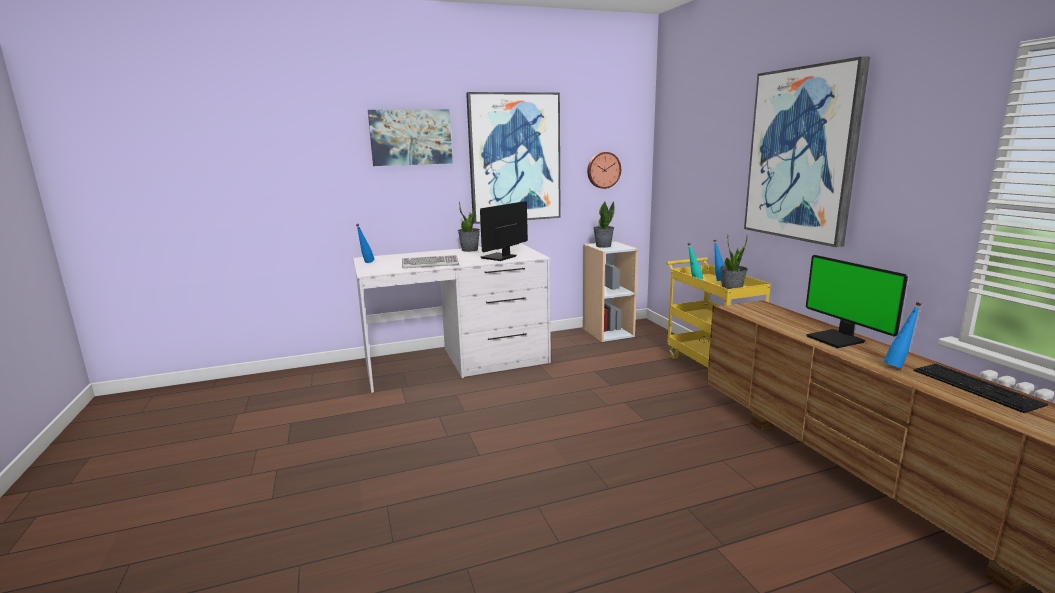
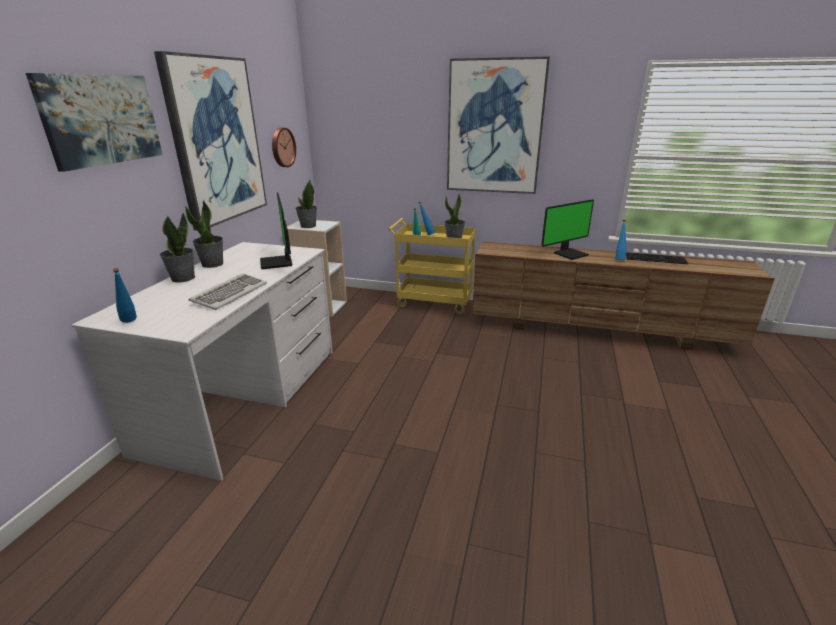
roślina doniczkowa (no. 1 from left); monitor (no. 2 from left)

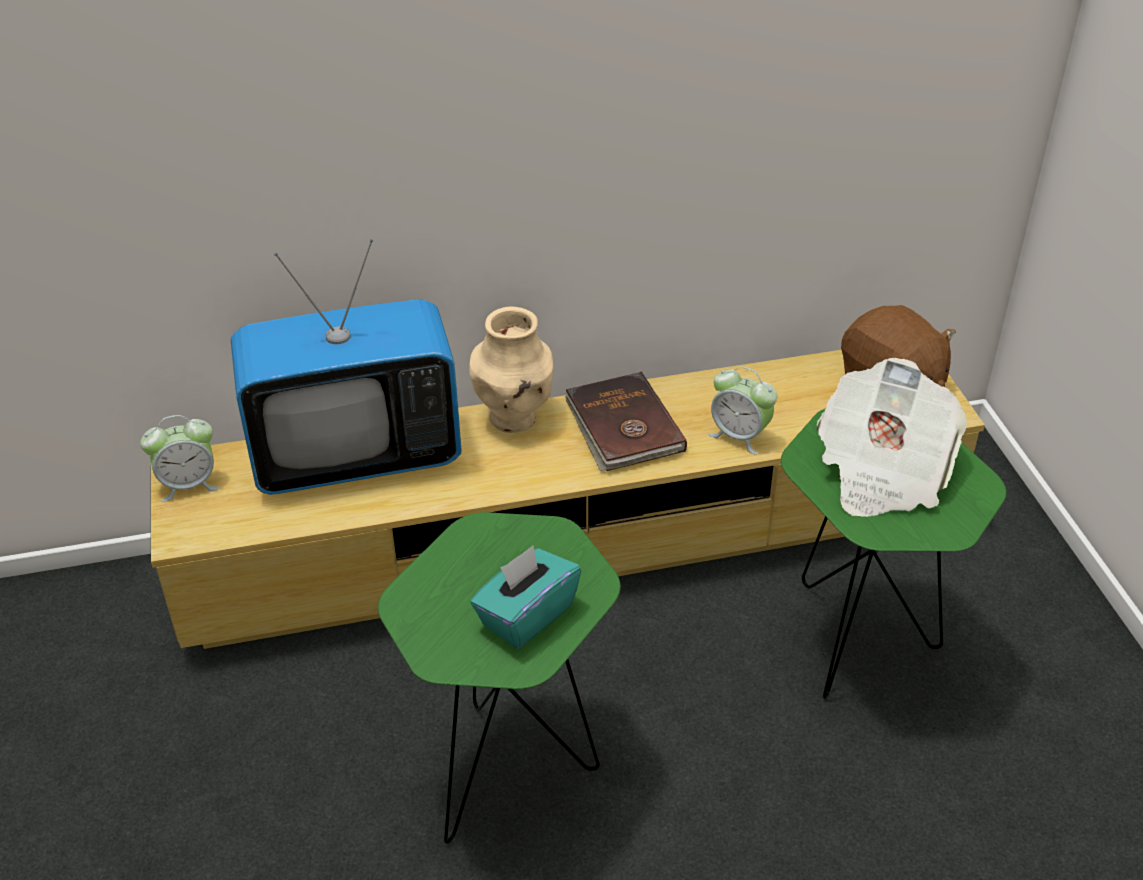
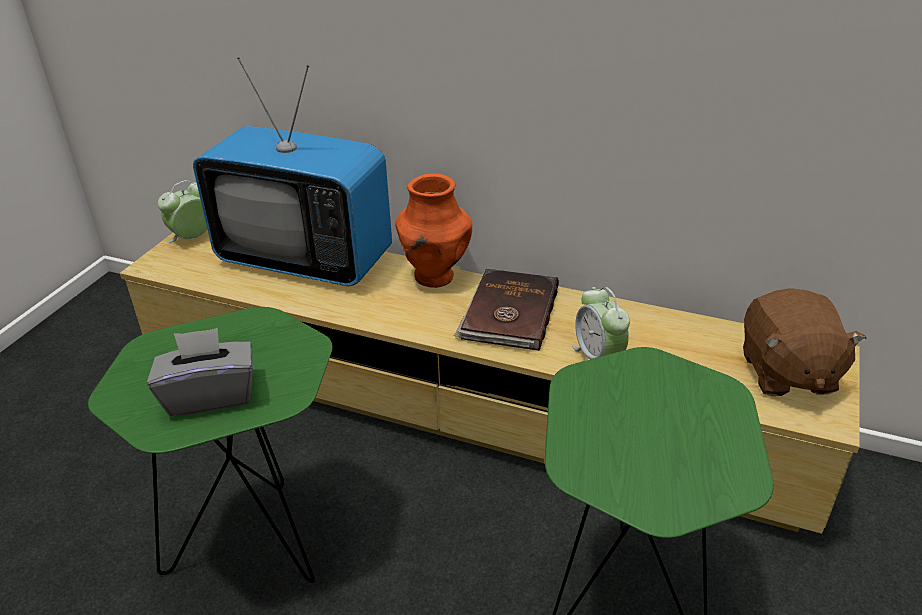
pudełko chusteczek/szary; budzik (no. 1 from left); wazon/pomarańczowy; gazeta

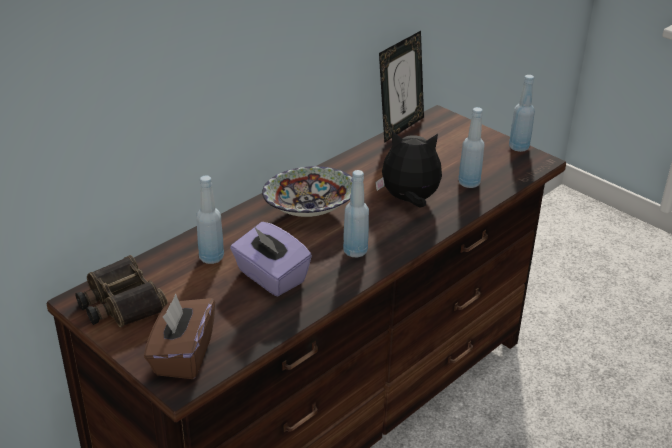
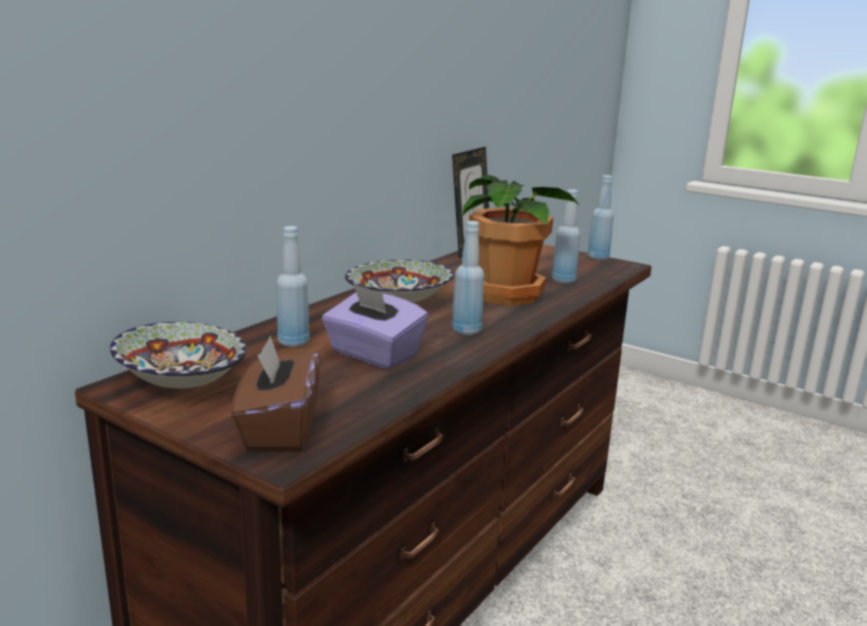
miska (no. 1 from left); roślina doniczkowa

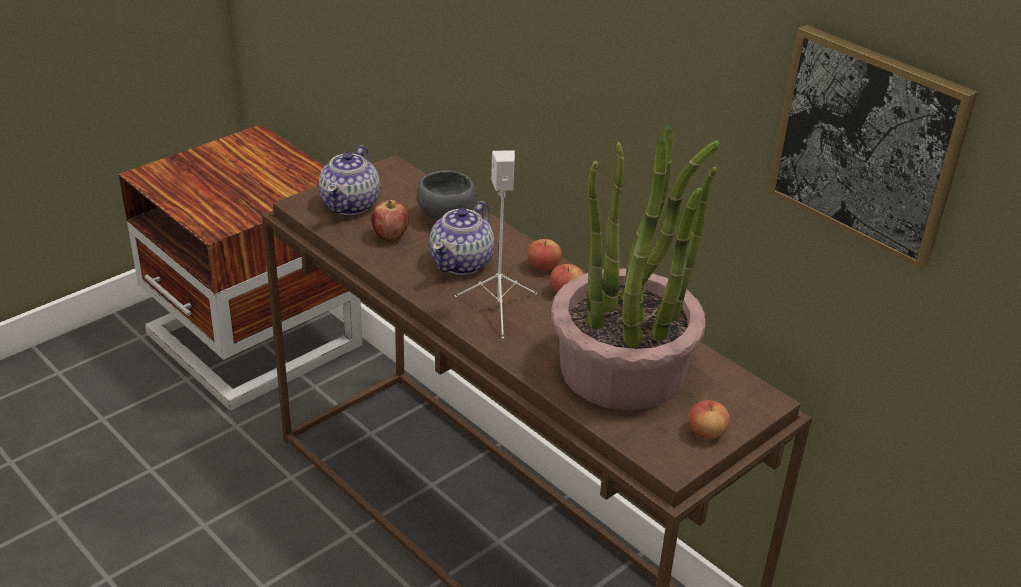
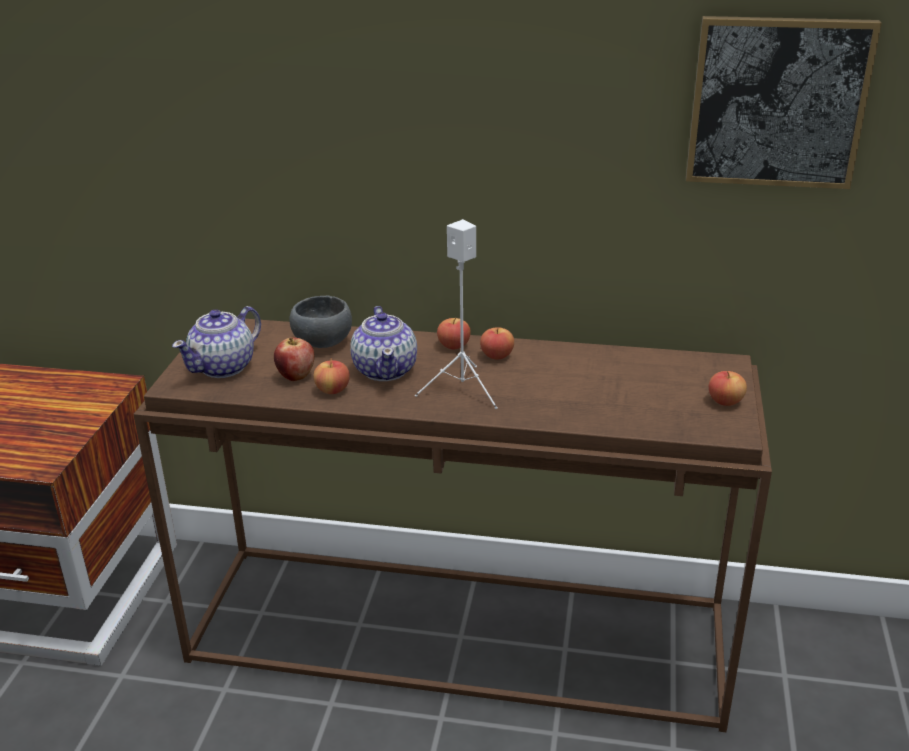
imbryk (no. 1 from left); jabłko (no. 2 from left); roślina doniczkowa

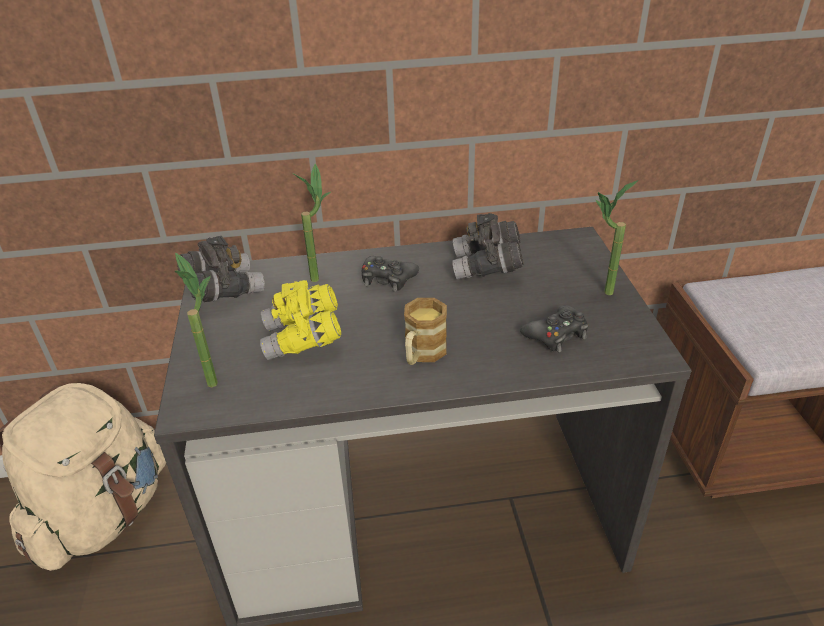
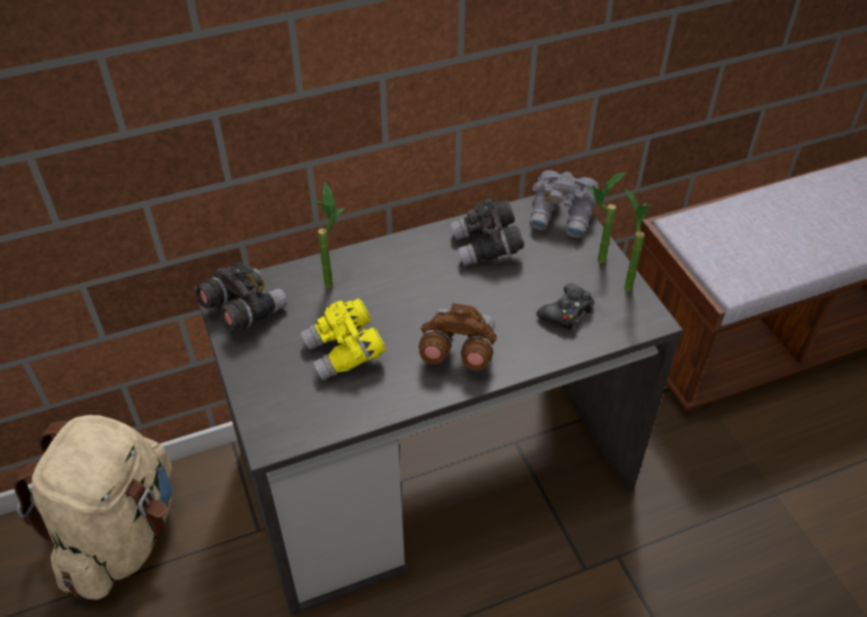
lornetka/brązowy; lornetka/szary (no. 3 from left); roślina doniczkowa (no. 3 from left); pad do gier/czarny (no. 1 from left in the first image)

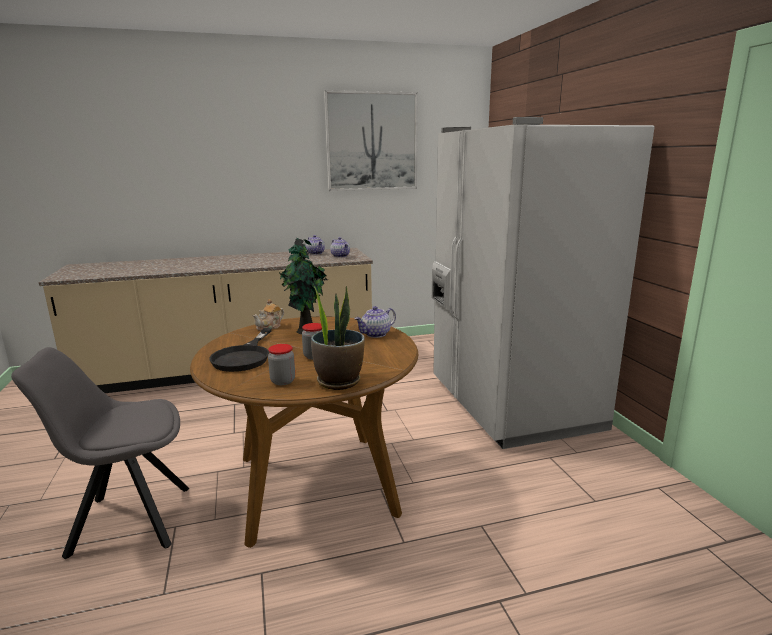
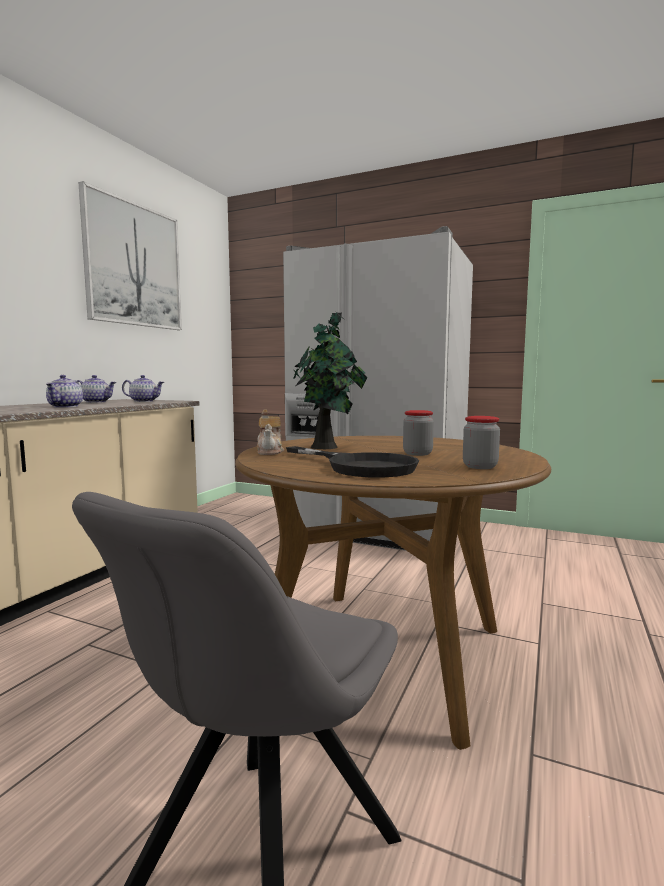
imbryk (no. 1 from left); roślina doniczkowa (no. 2 from left in the first image)

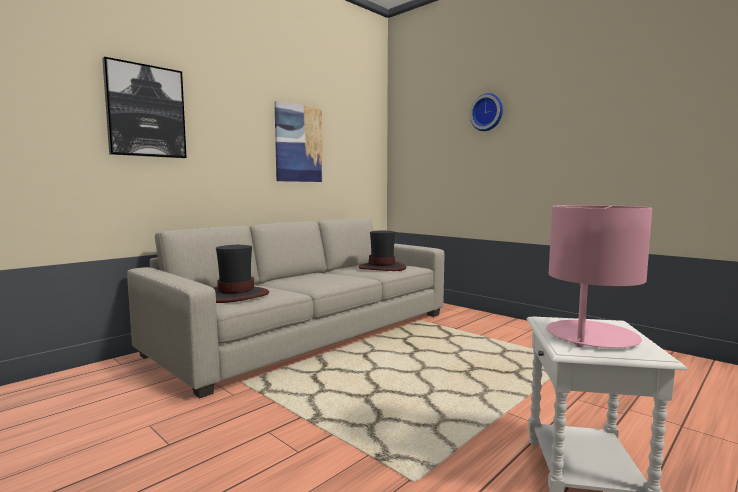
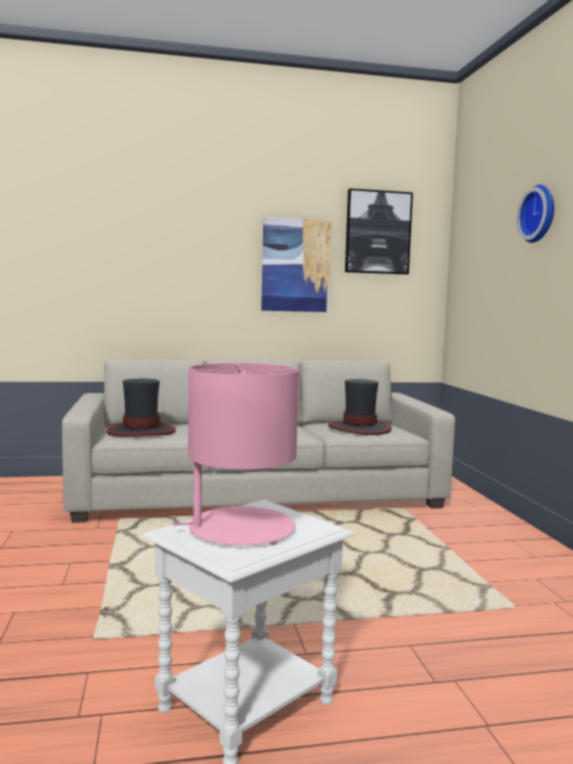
obraz (no. 2 from left)

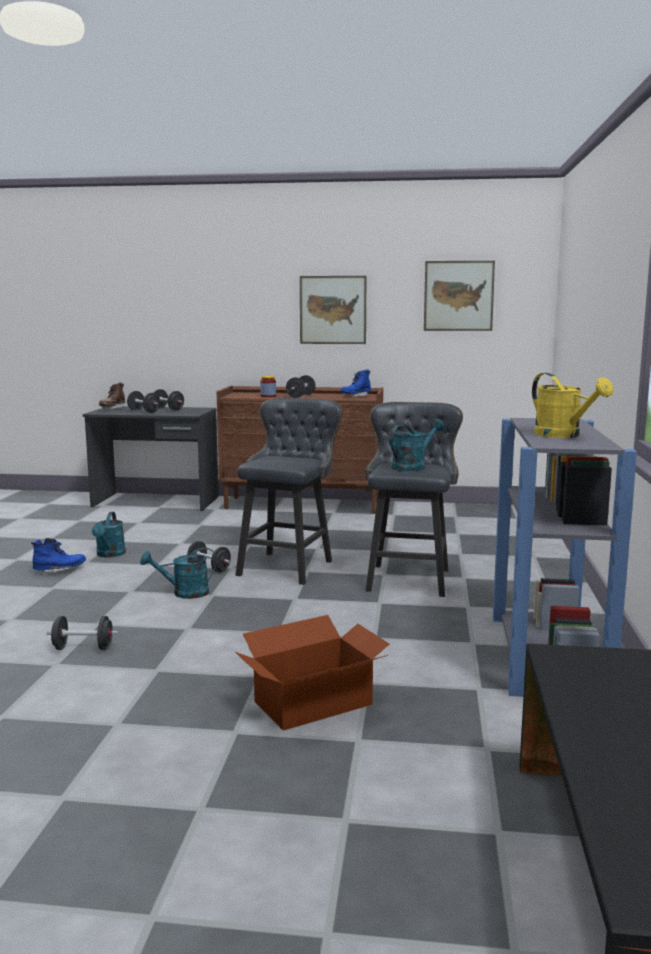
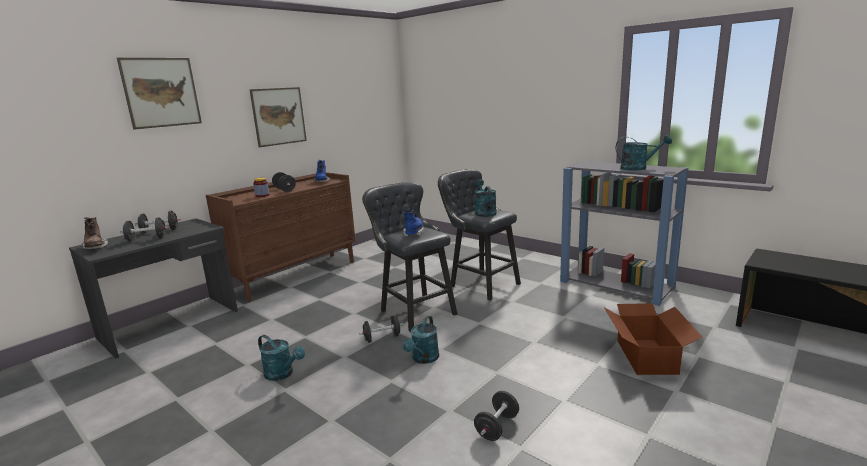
obraz (no. 1 from left); but z cholewką/niebieski (no. 2 from left); konewka/turkusowy (no. 4 from left)

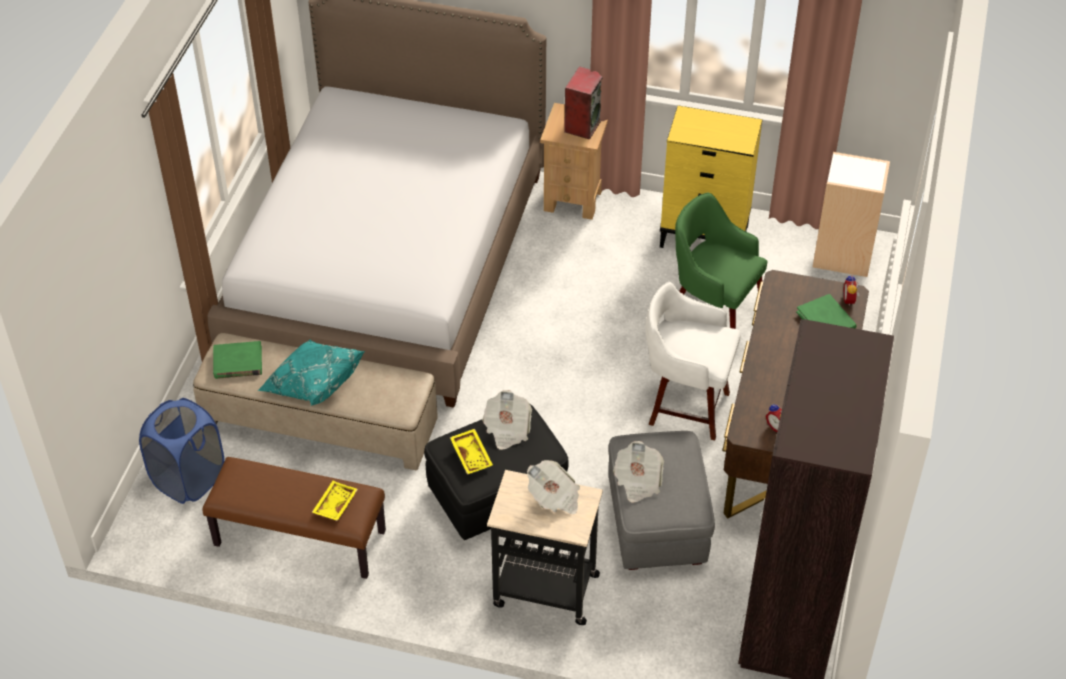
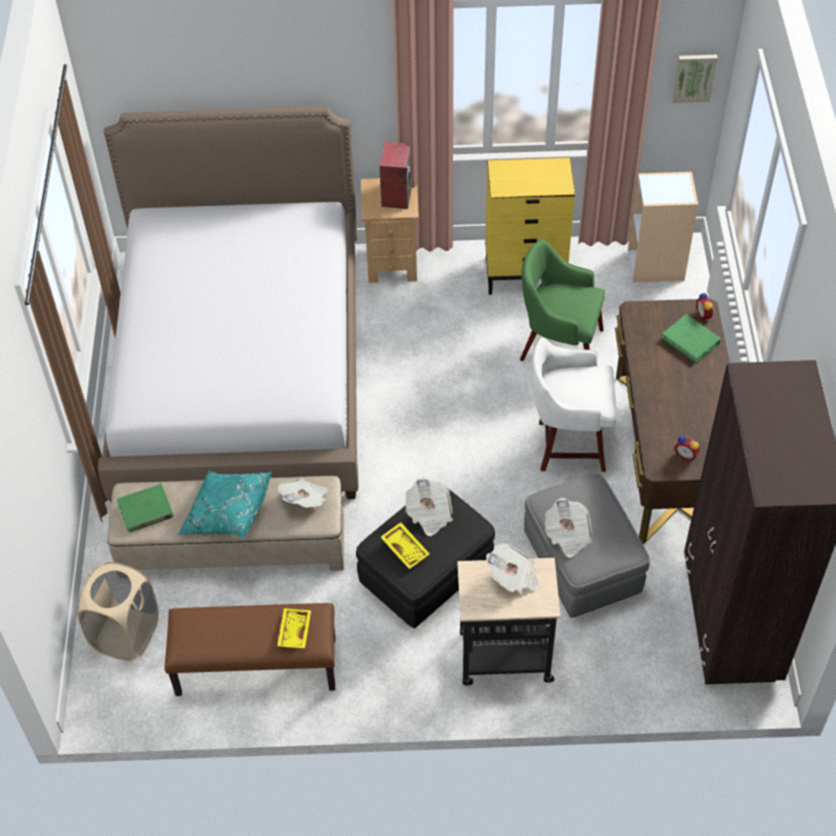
kosz na pranie/beżowy; gazeta (no. 1 from left); obraz

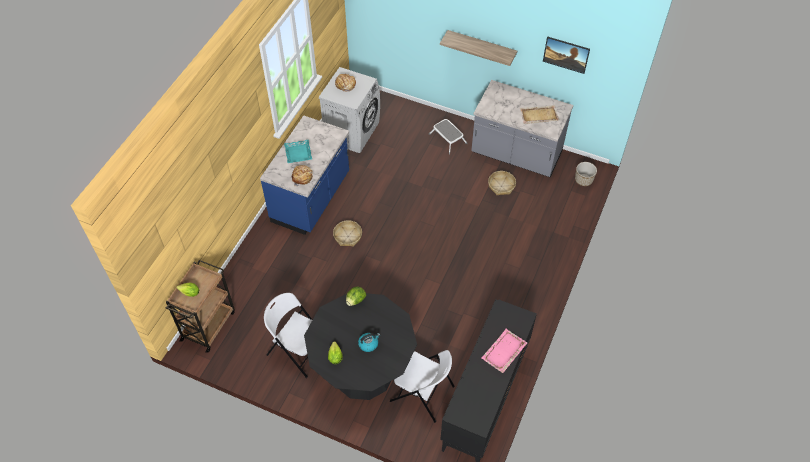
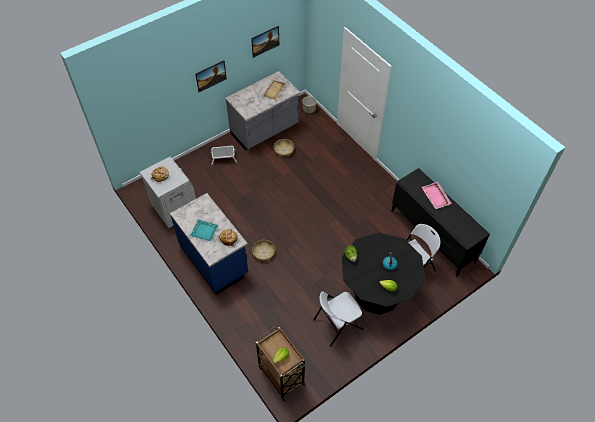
obraz (no. 1 from left)

